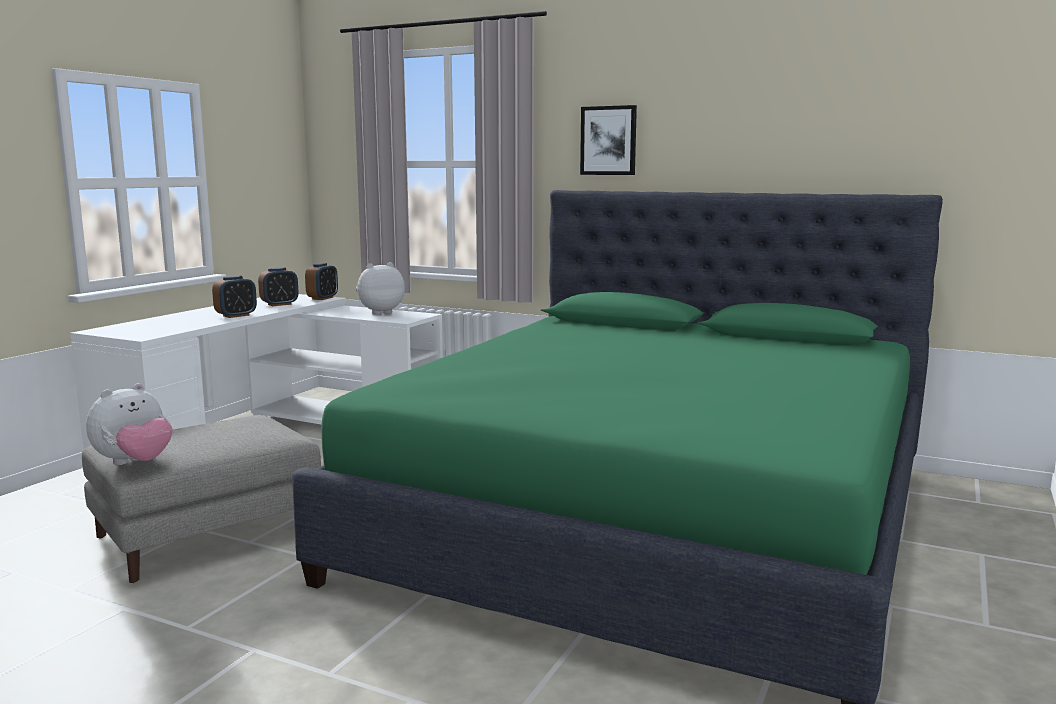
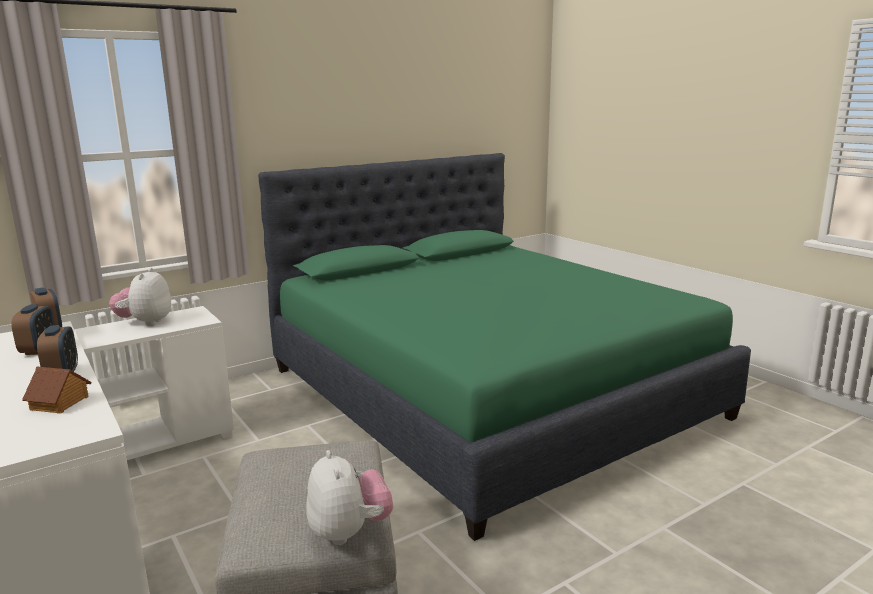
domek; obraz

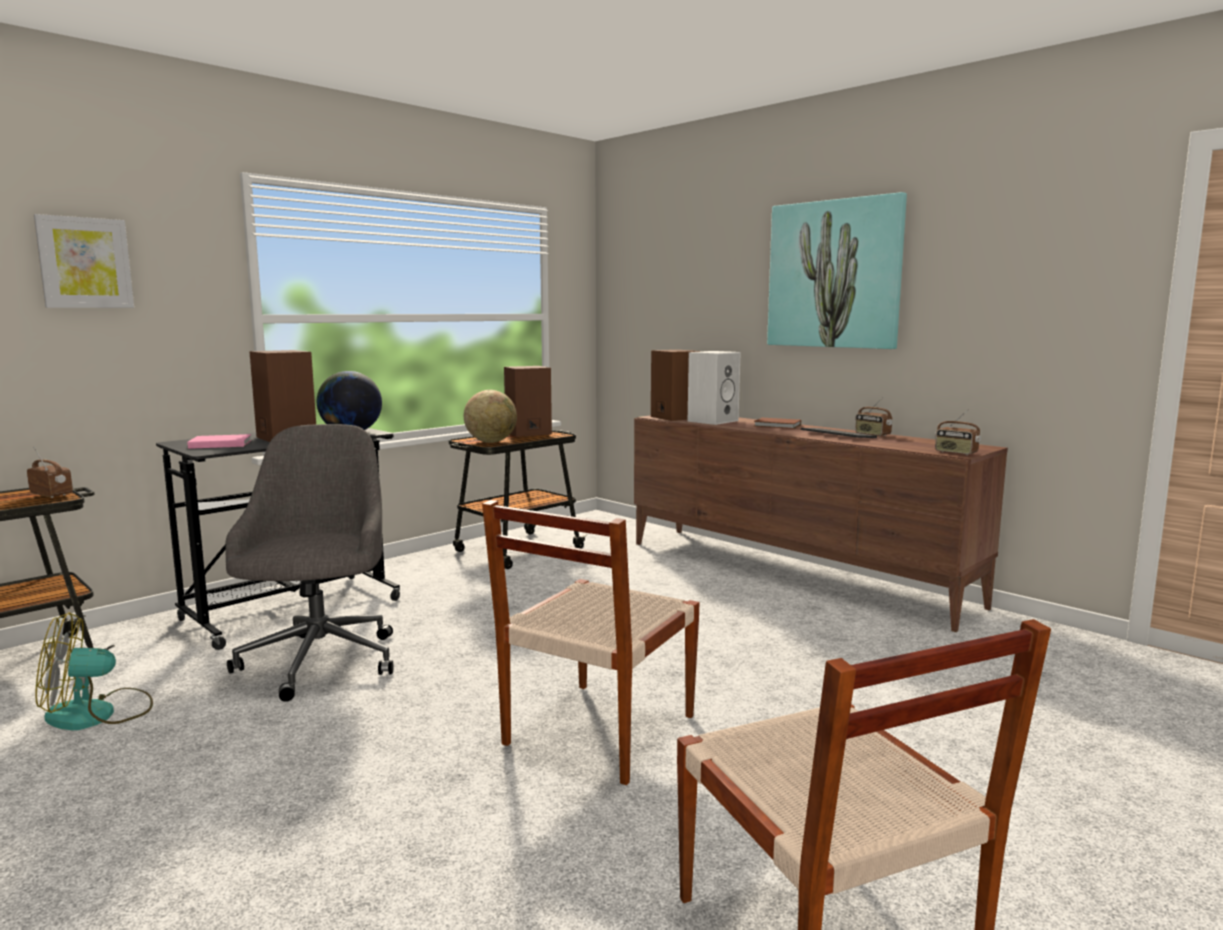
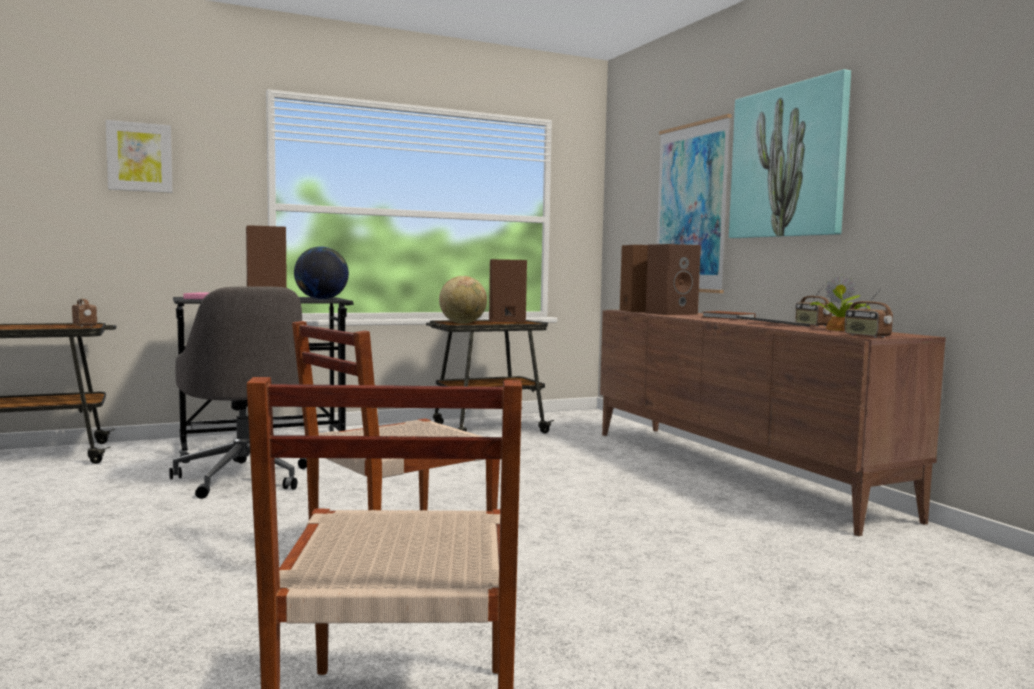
krzesło biurowe/szary; głośnik/brązowy (no. 4 from left); obraz (no. 2 from left); roślina doniczkowa; wentylator

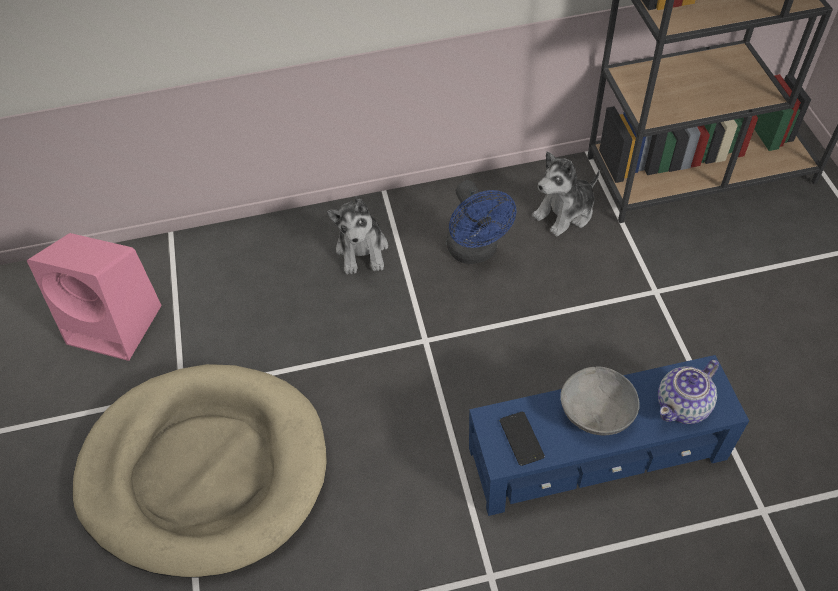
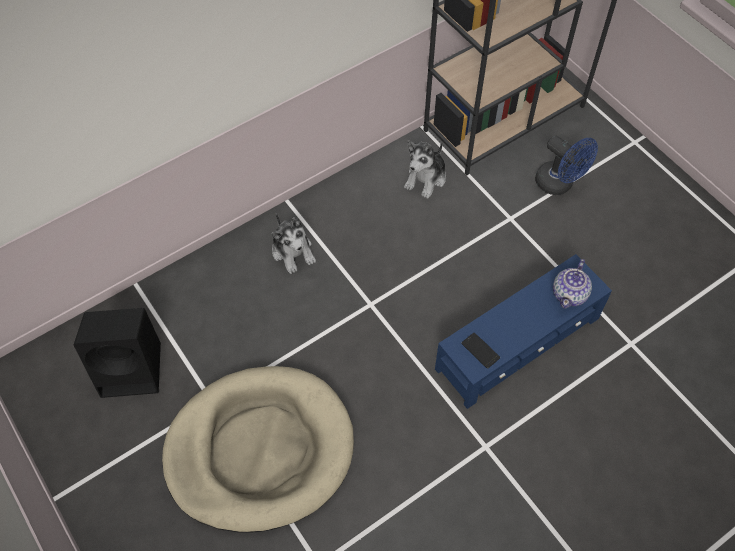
głośnik/czarny; wentylator/niebieski; miska/szary

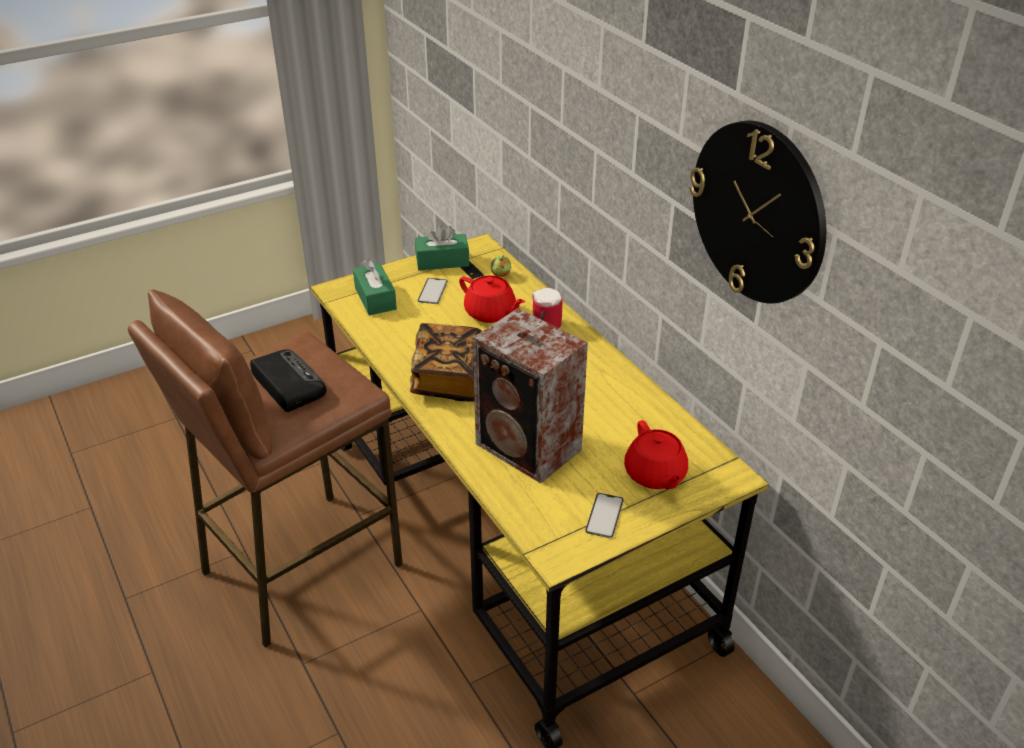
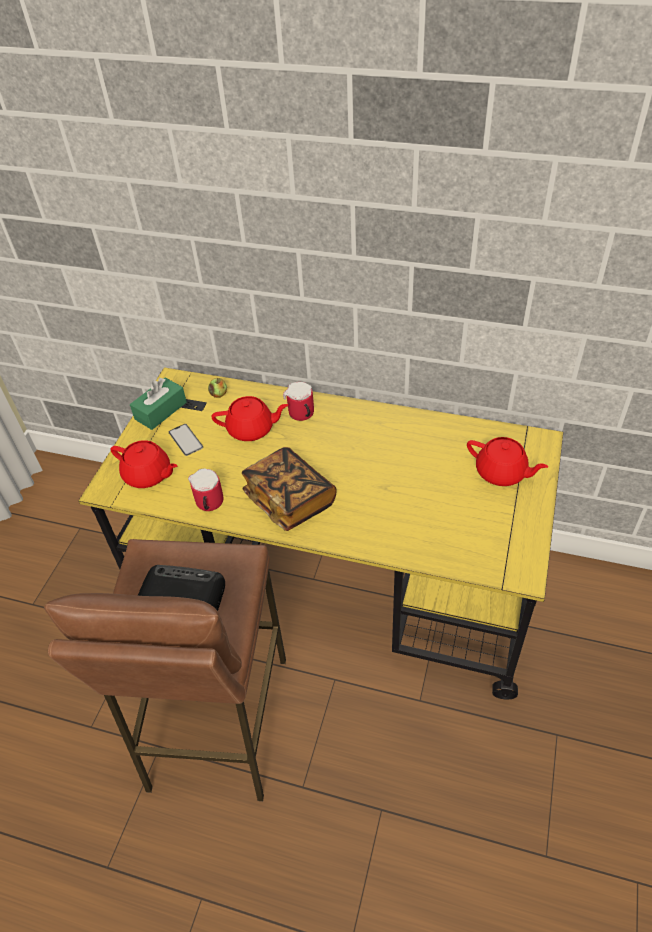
imbryk/czerwony (no. 1 from left); kubek (no. 1 from left); głośnik; telefon (no. 2 from left in the first image); zegar ścienny

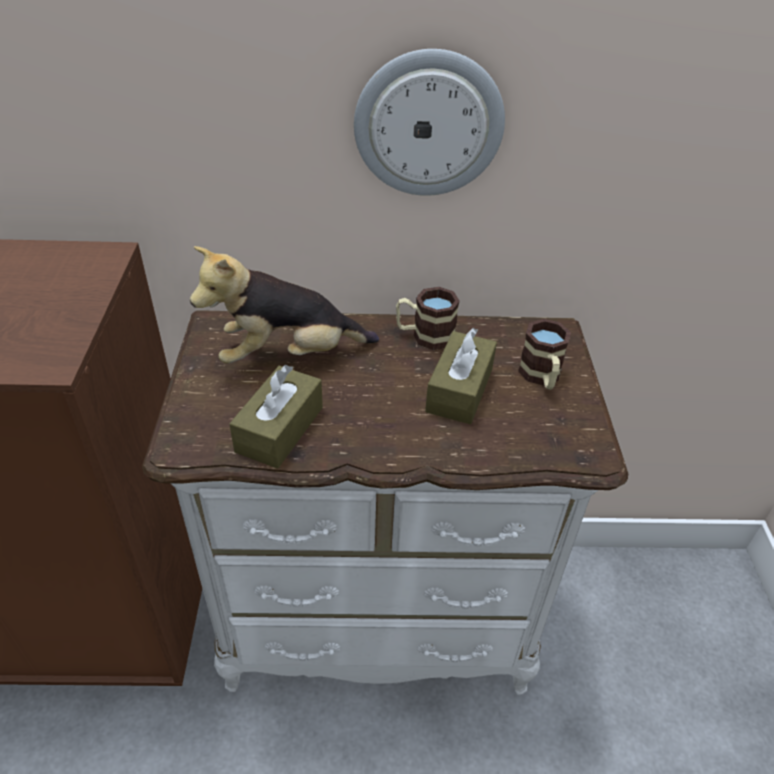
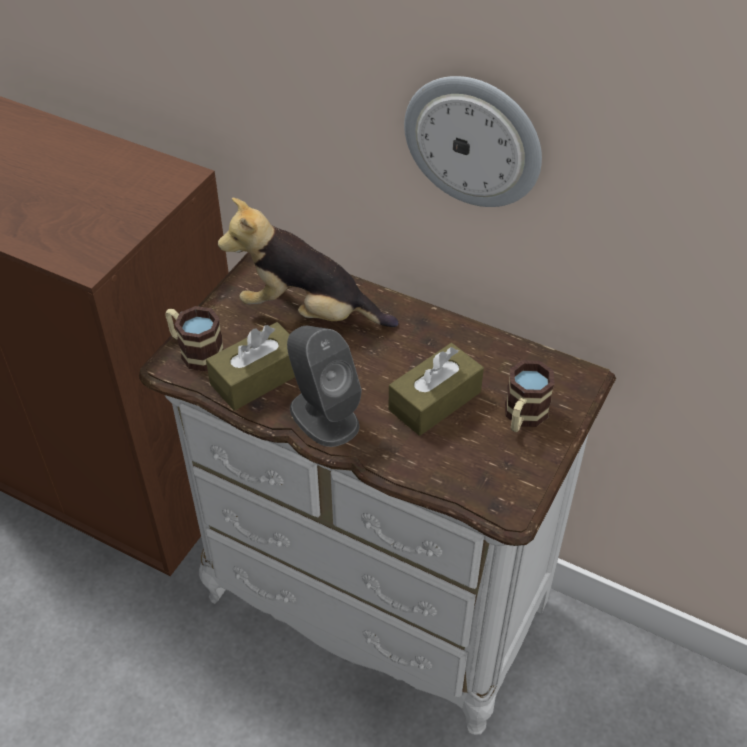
kubek (no. 1 from left); głośnik/szary

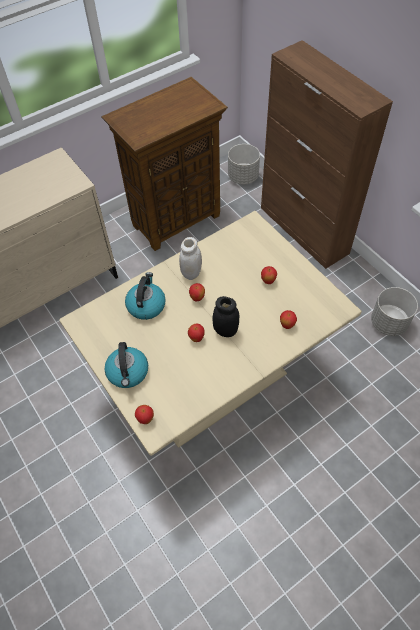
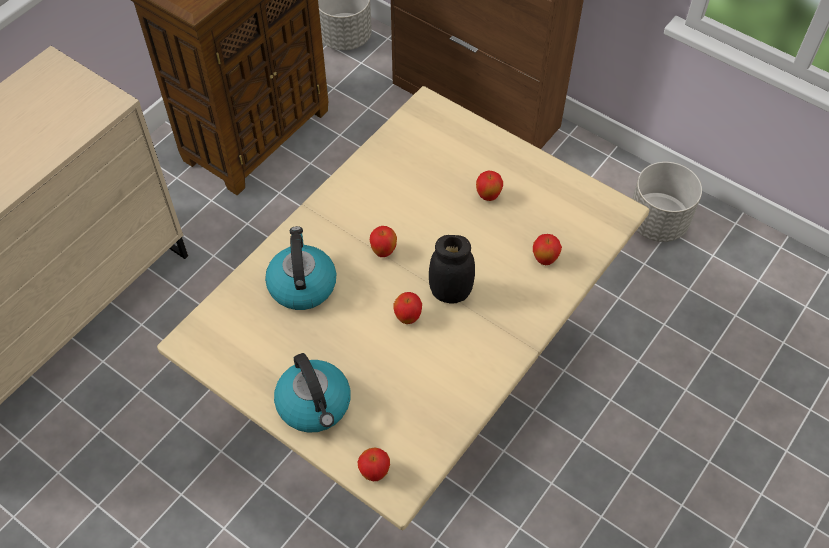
słoik/biały

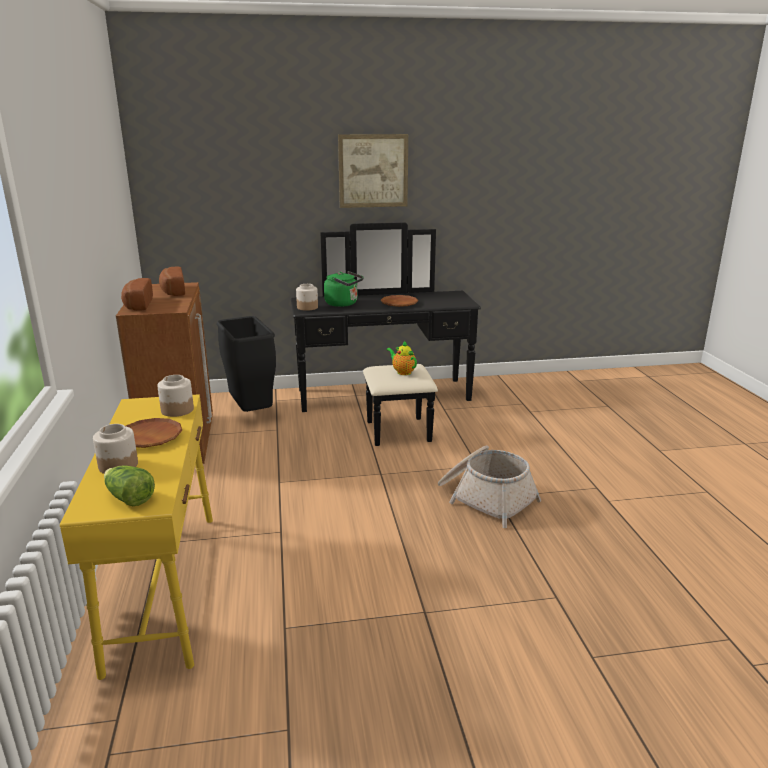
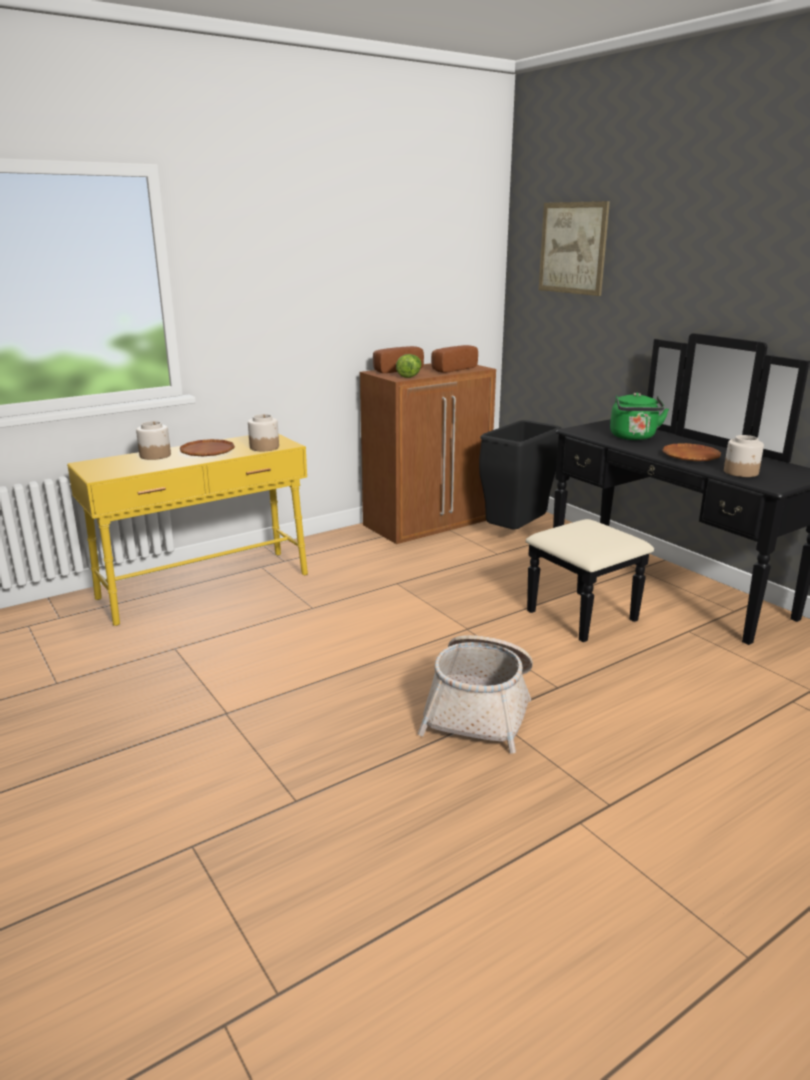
sałata; obraz; słoik (no. 3 from left); imbryk

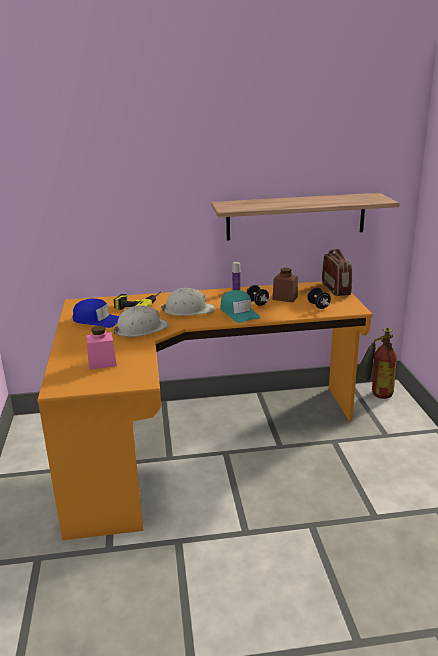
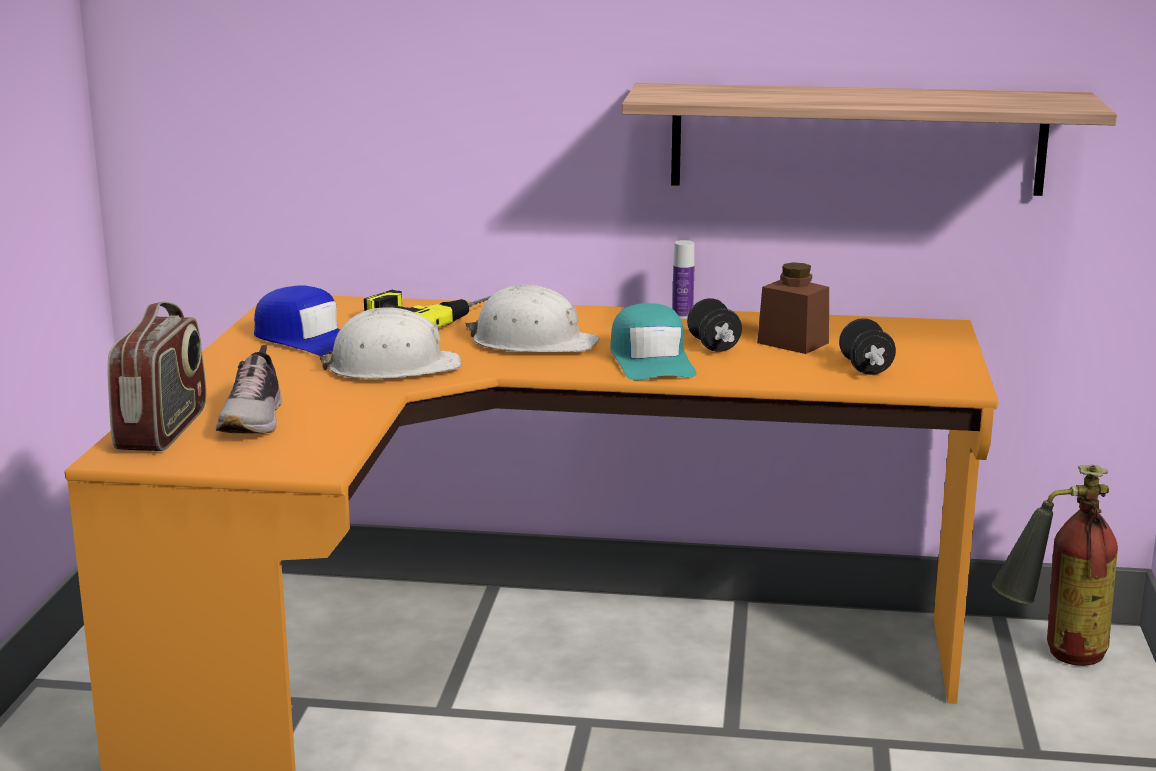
radio; but

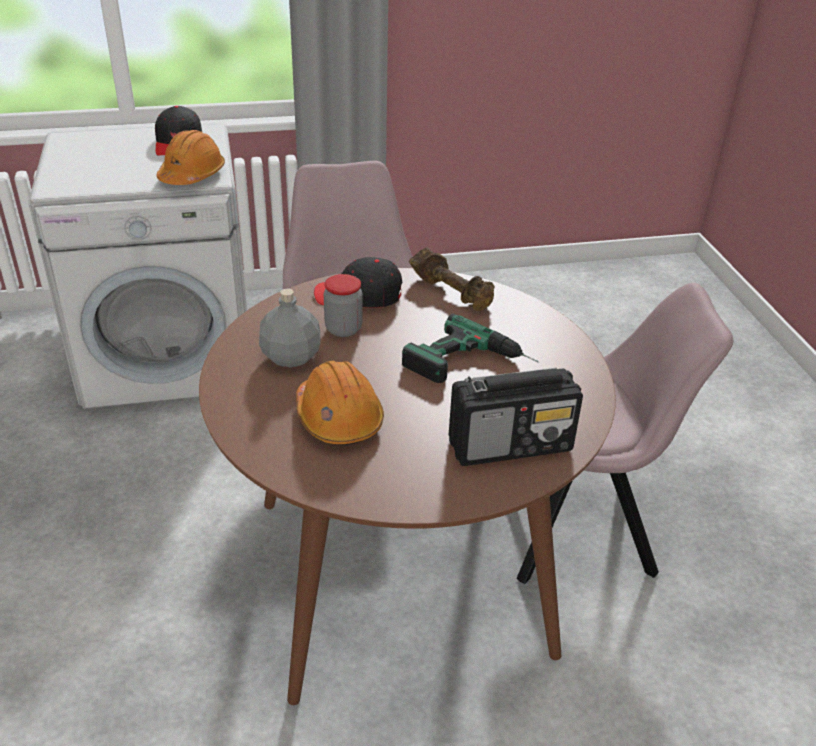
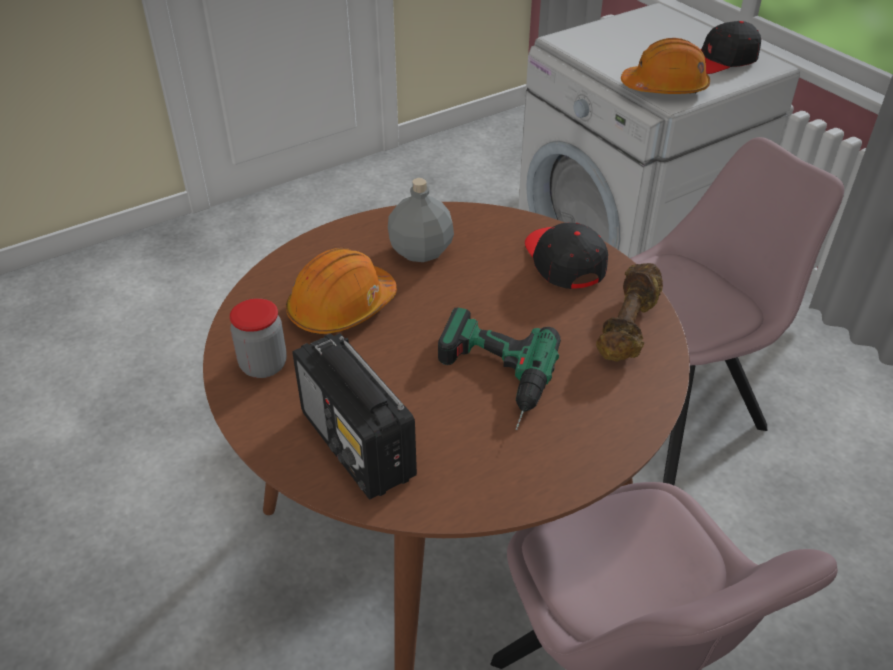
słoik

